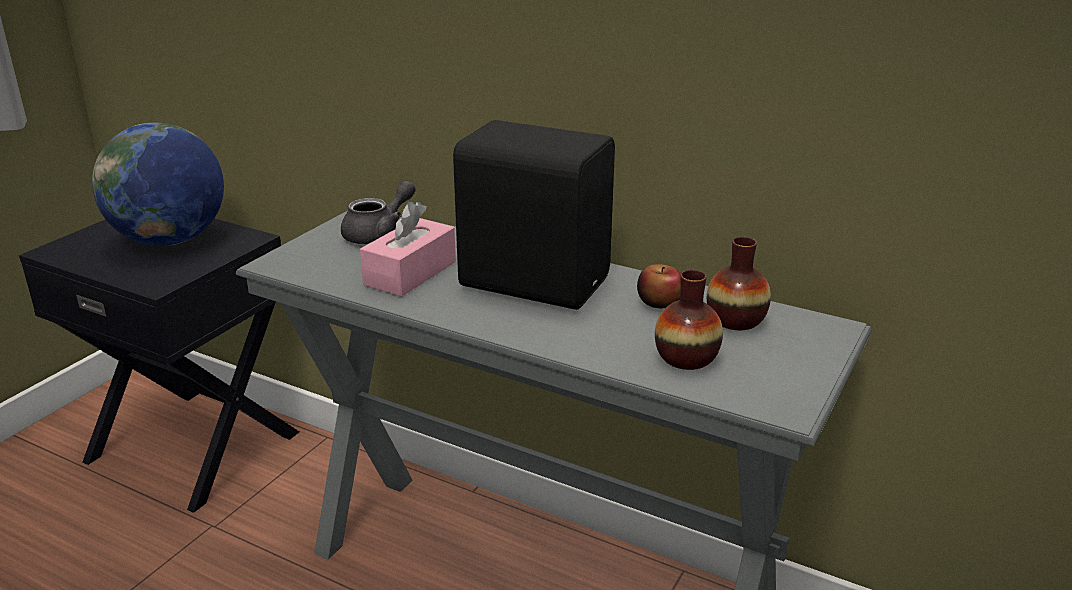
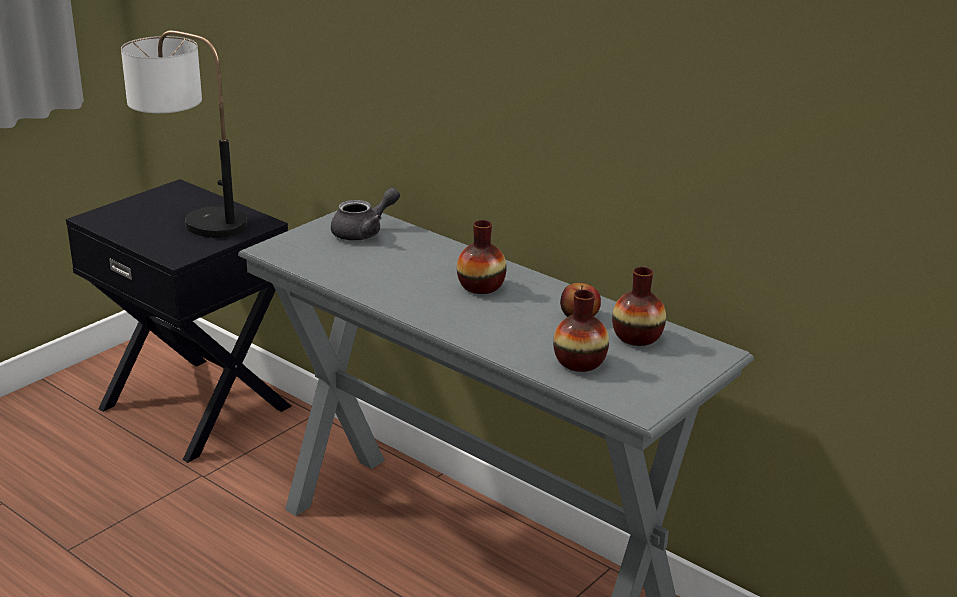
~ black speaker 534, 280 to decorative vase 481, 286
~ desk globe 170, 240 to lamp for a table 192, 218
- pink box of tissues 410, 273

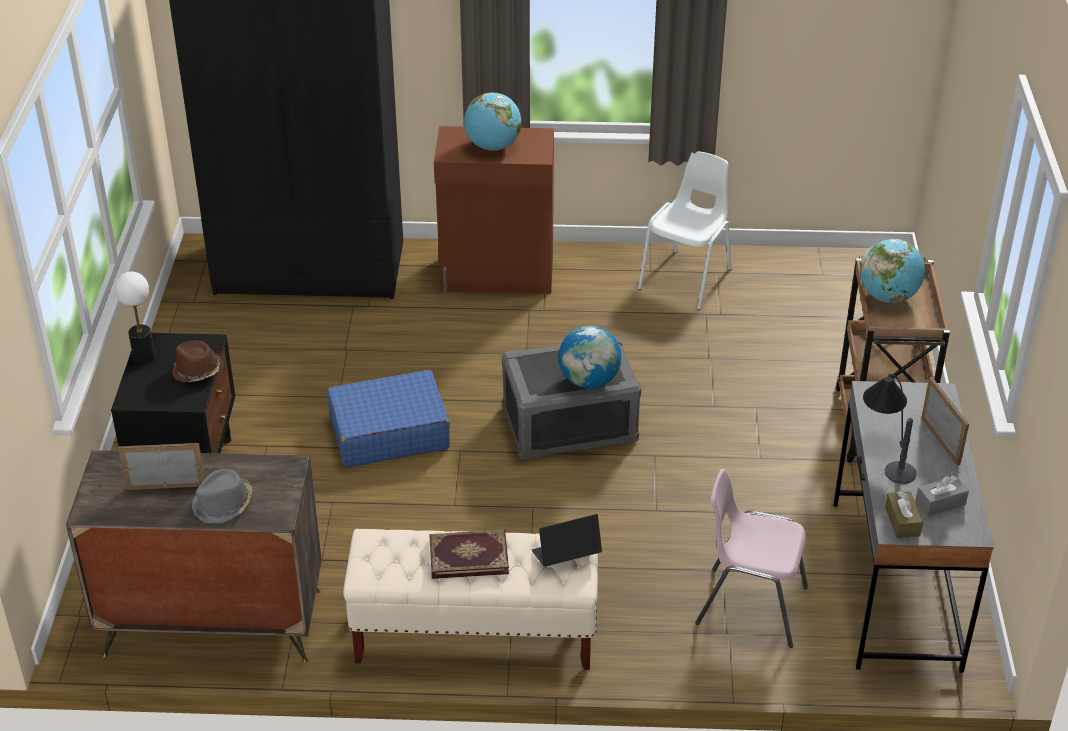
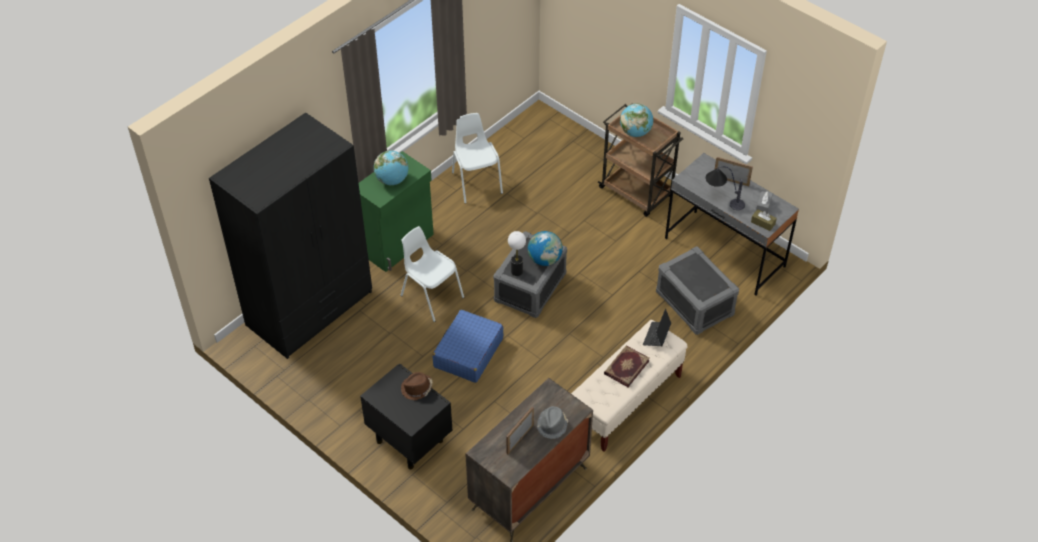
~ brown-coloured cabinet 497, 276 to green-coloured cabinet 398, 244
~ lamp for a table 144, 357 to 517, 271
~ pink chair 750, 605 to grey storage container 694, 303
+ white-coloured chair 431, 296

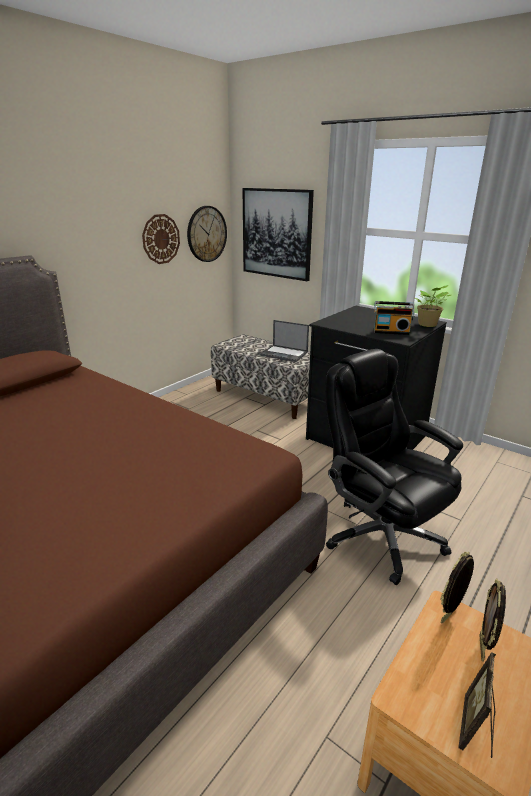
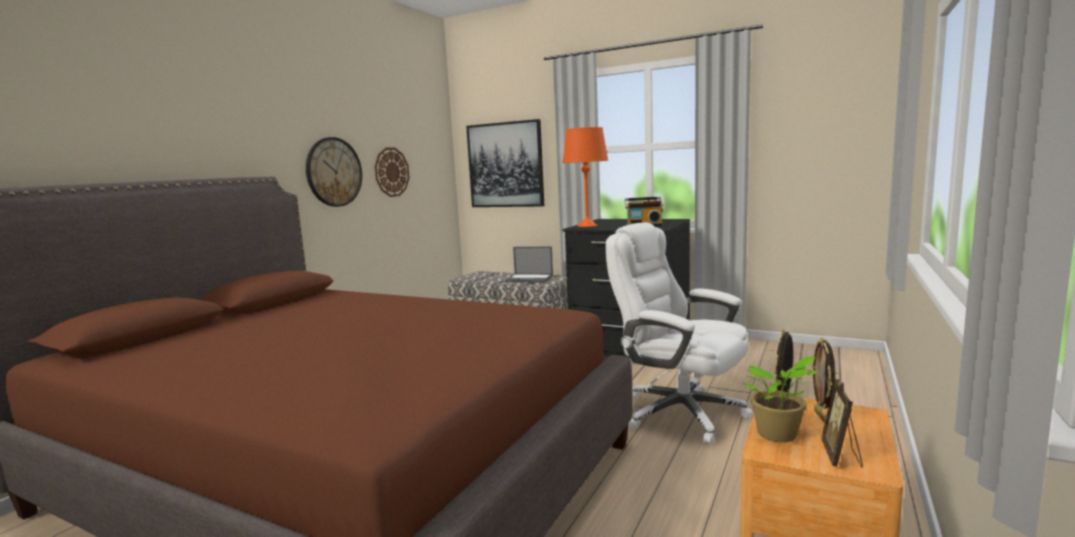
~ hanging clock 206, 234 to 334, 172
~ plant in a pot 427, 325 to 778, 435
~ black office chair 381, 535 to white-coloured office chair 679, 413
+ orangey lamp for a table 587, 225

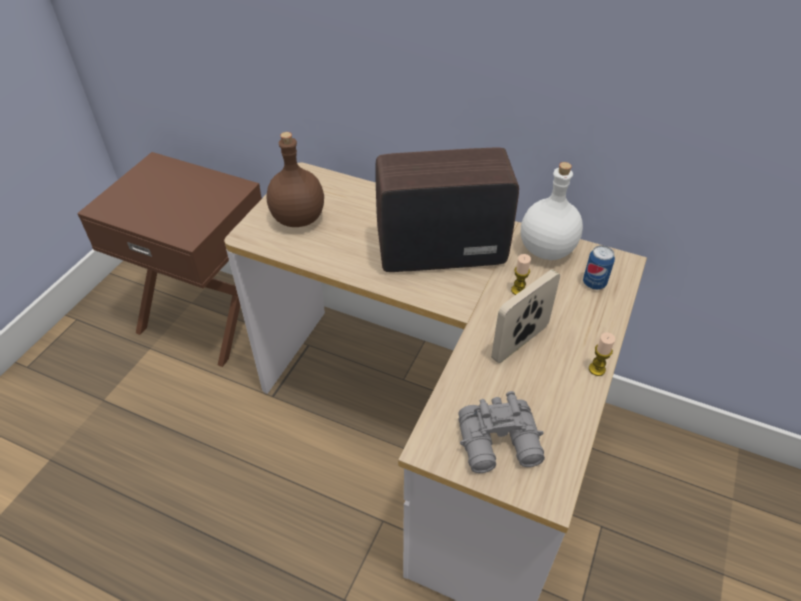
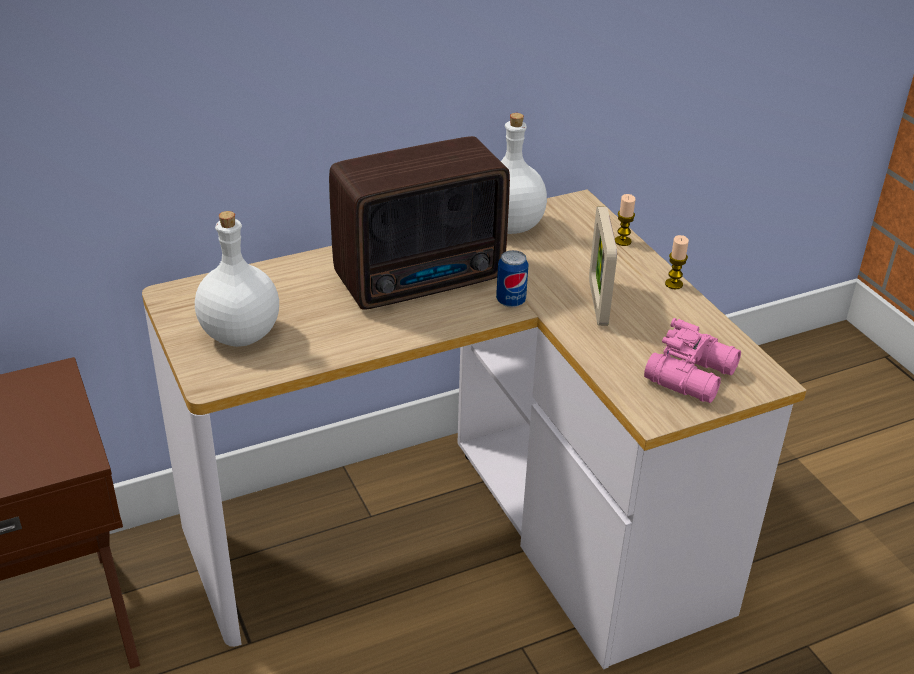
~ brown-coloured drink bottle 297, 218 to white-coloured drink bottle 239, 335
~ radio 437, 250 = 424, 280 150 degrees counterclockwise
~ metal can 594, 283 to 510, 301
~ candle 518, 290 to 622, 241
~ grey binoculars 501, 444 to pink binoculars 693, 375

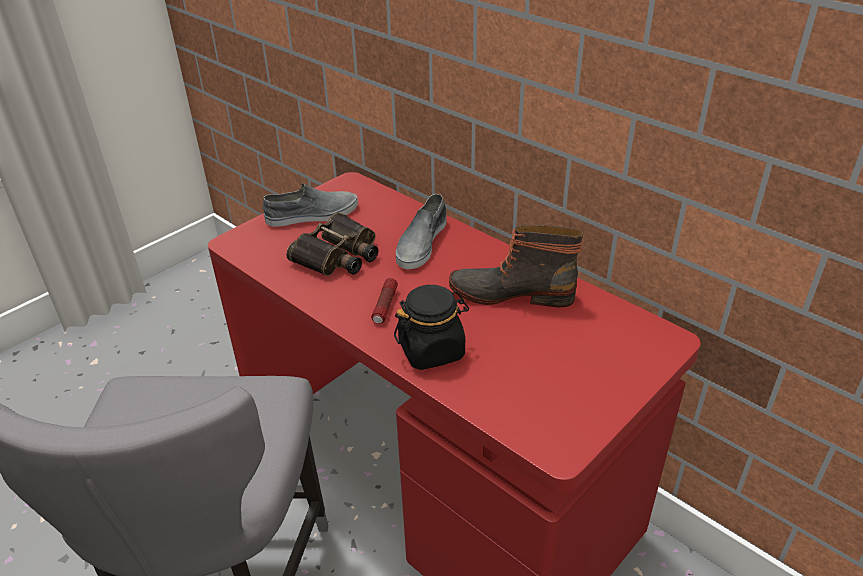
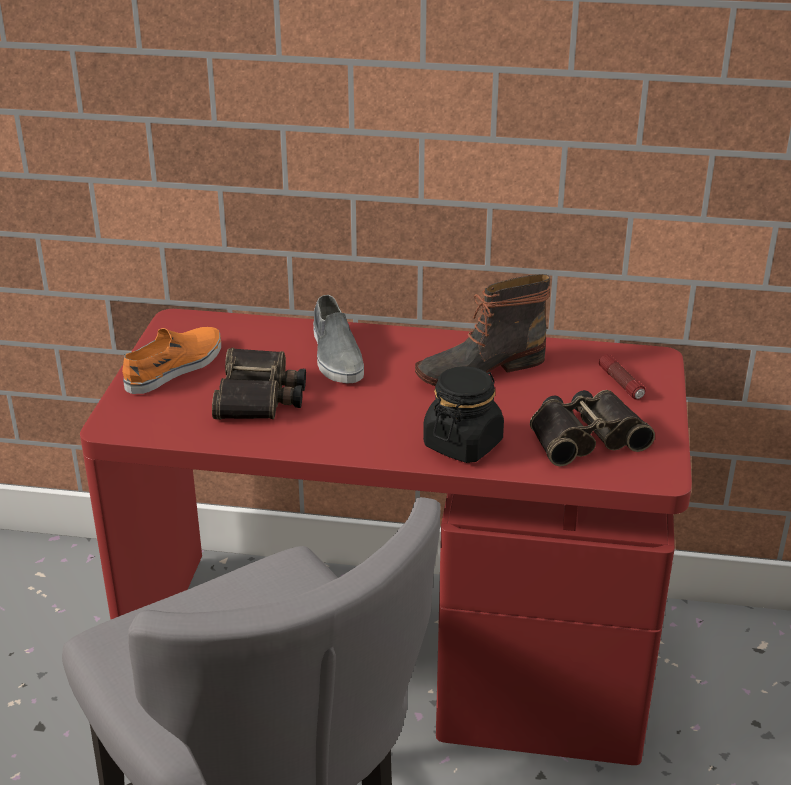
~ grey shoe 312, 215 to orangey shoe 176, 367
~ torch 385, 306 to 621, 384
+ binoculars 584, 436

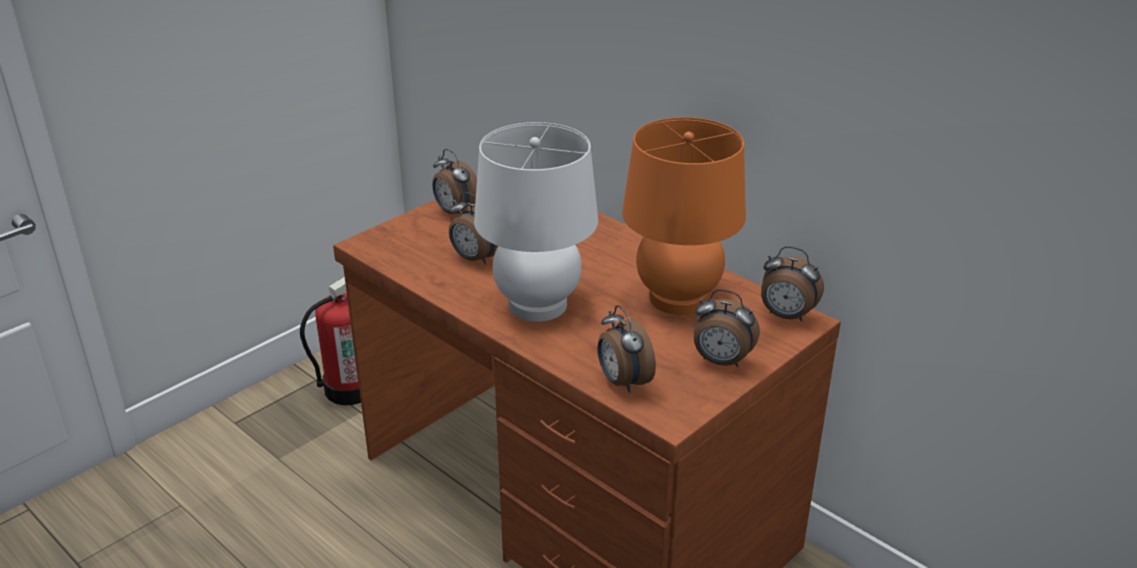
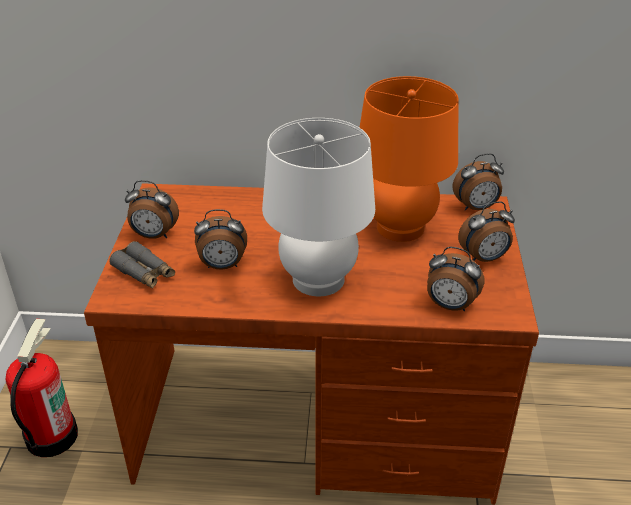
+ grey binoculars 144, 273

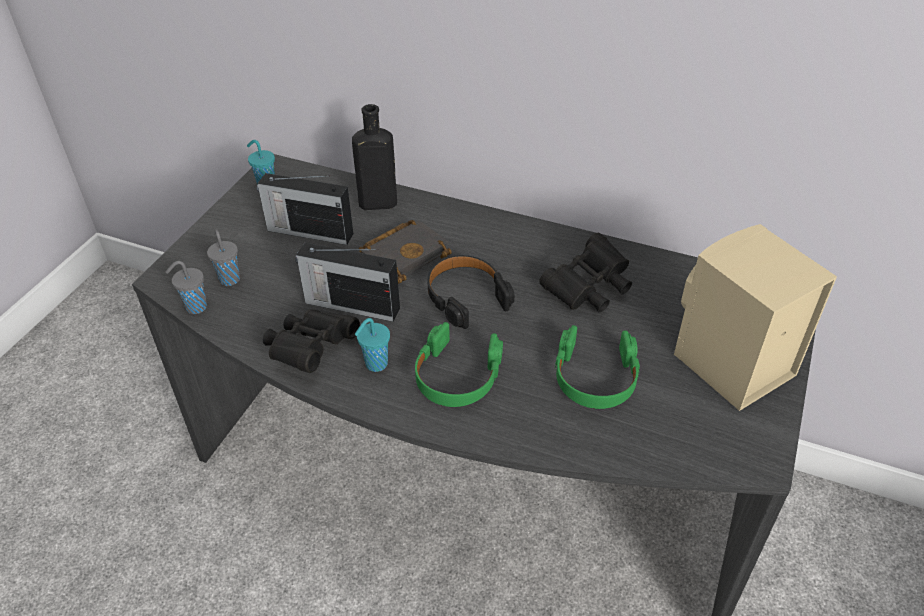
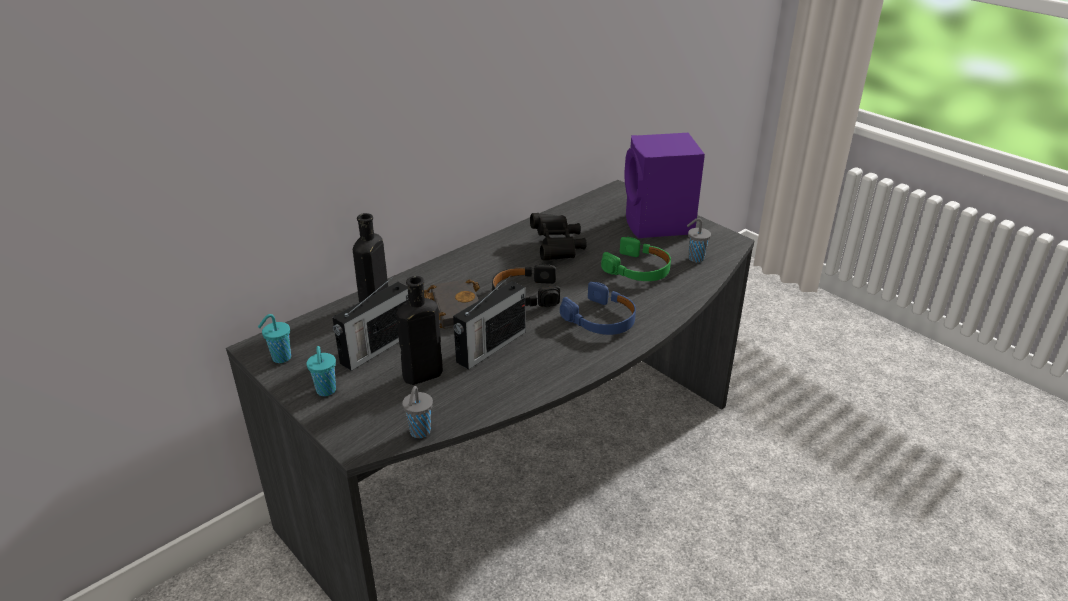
~ beige speaker 729, 366 to purple speaker 659, 225
~ grey small cup 229, 278 to 695, 258
- black binoculars 310, 350
~ turquoise small cup 375, 364 to 326, 391
~ green-coloured headphones 456, 376 to blue-coloured headphones 601, 319
+ black drink bottle 420, 375

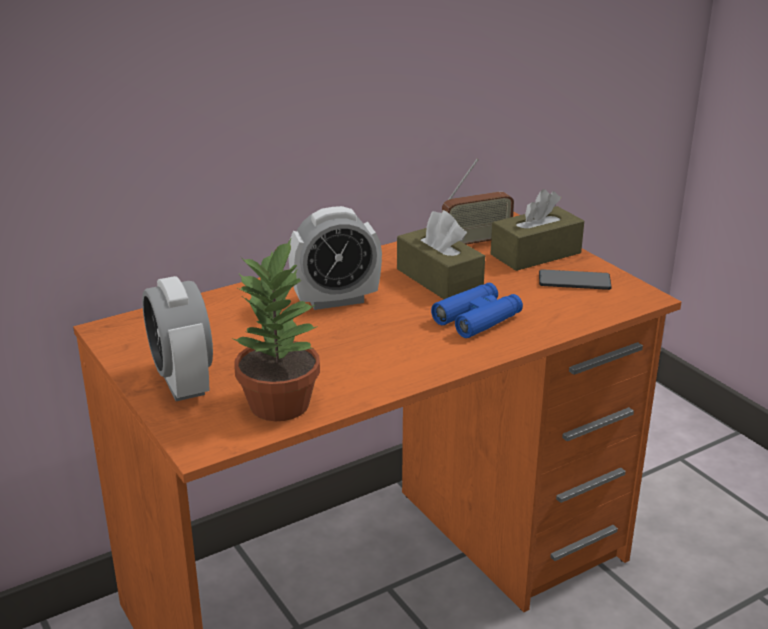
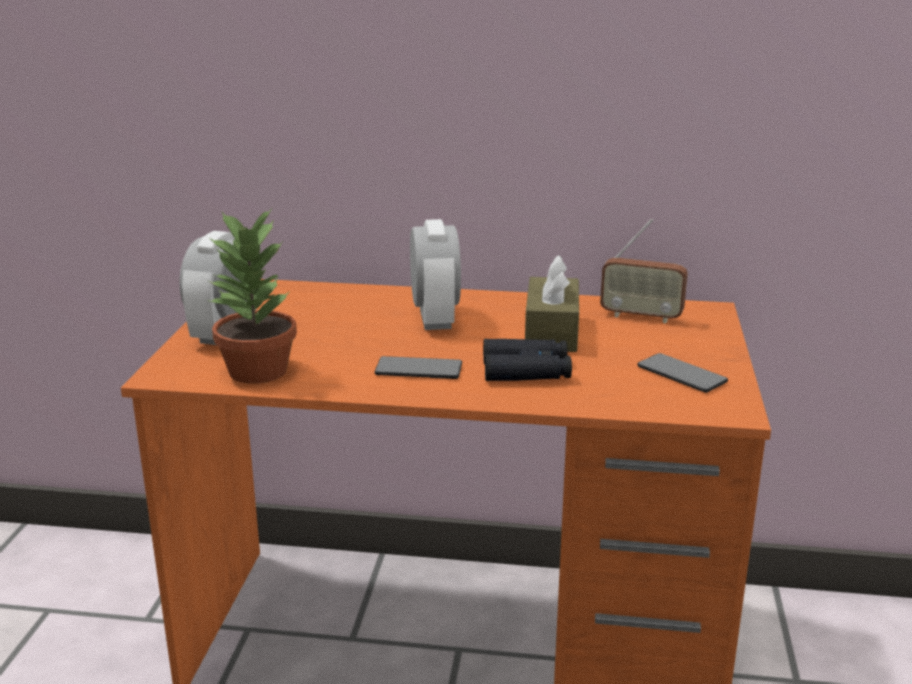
- brown-coloured box of tissues 535, 254
~ alarm clock 336, 300 = 435, 319 120 degrees counterclockwise
~ blue-coloured binoculars 477, 319 to black binoculars 526, 371
+ phone 418, 370

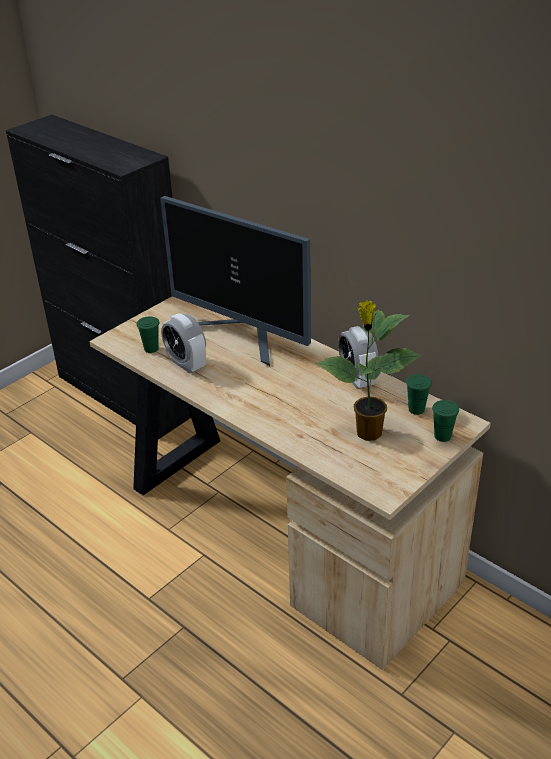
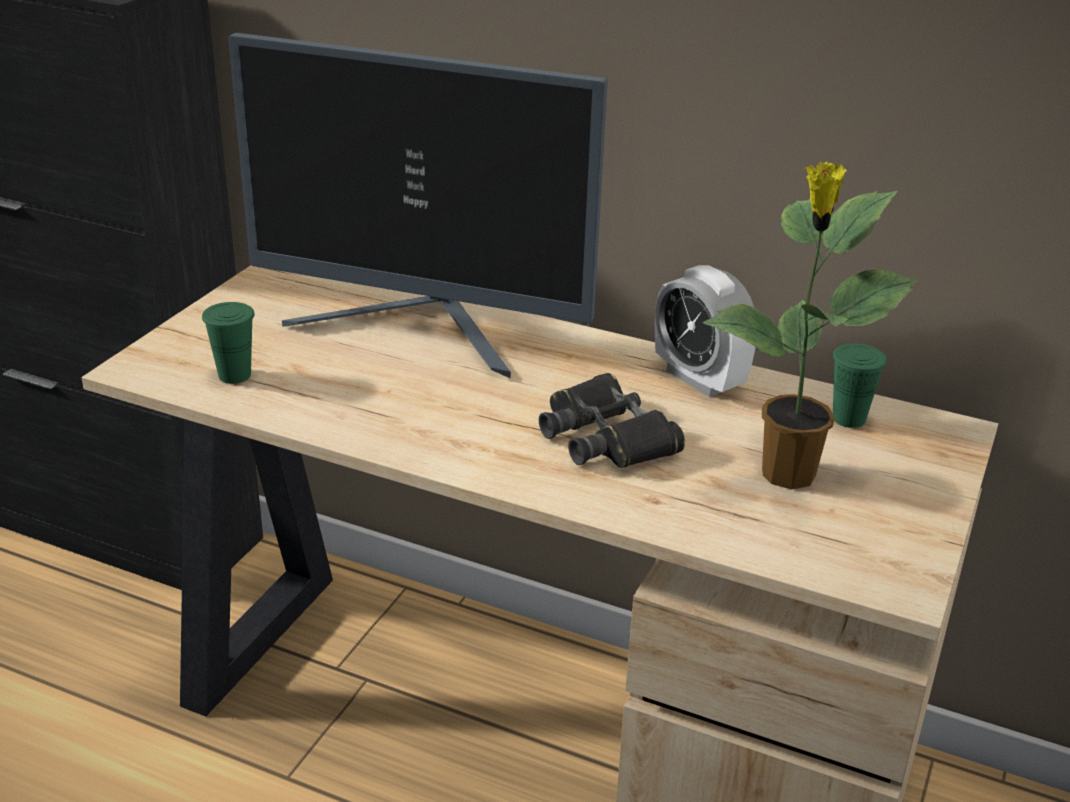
- alarm clock 186, 364
- green-coloured small cup 442, 436
+ black binoculars 606, 436

